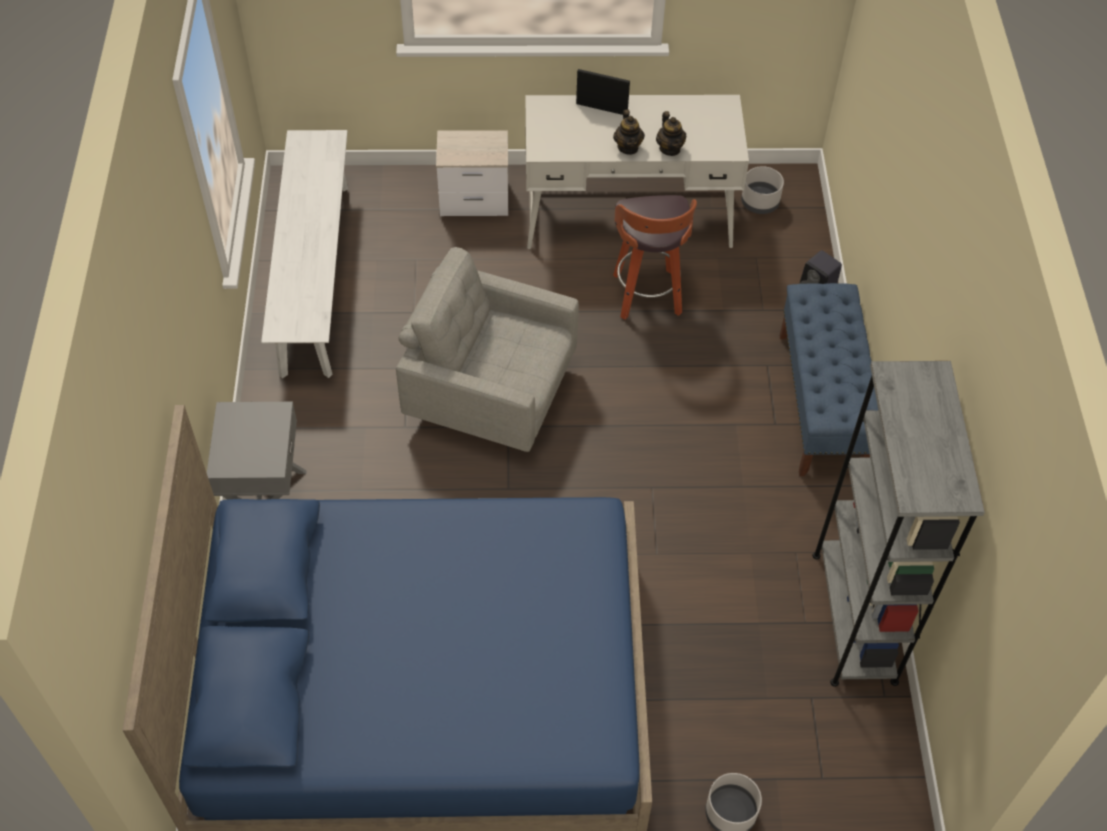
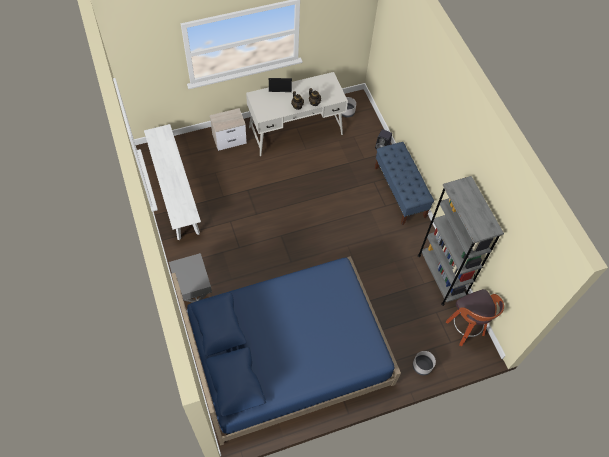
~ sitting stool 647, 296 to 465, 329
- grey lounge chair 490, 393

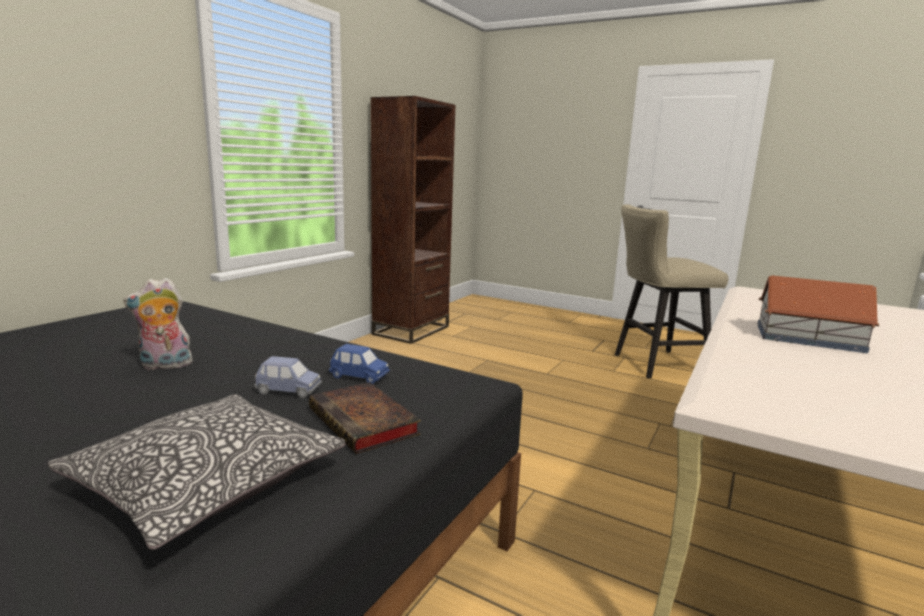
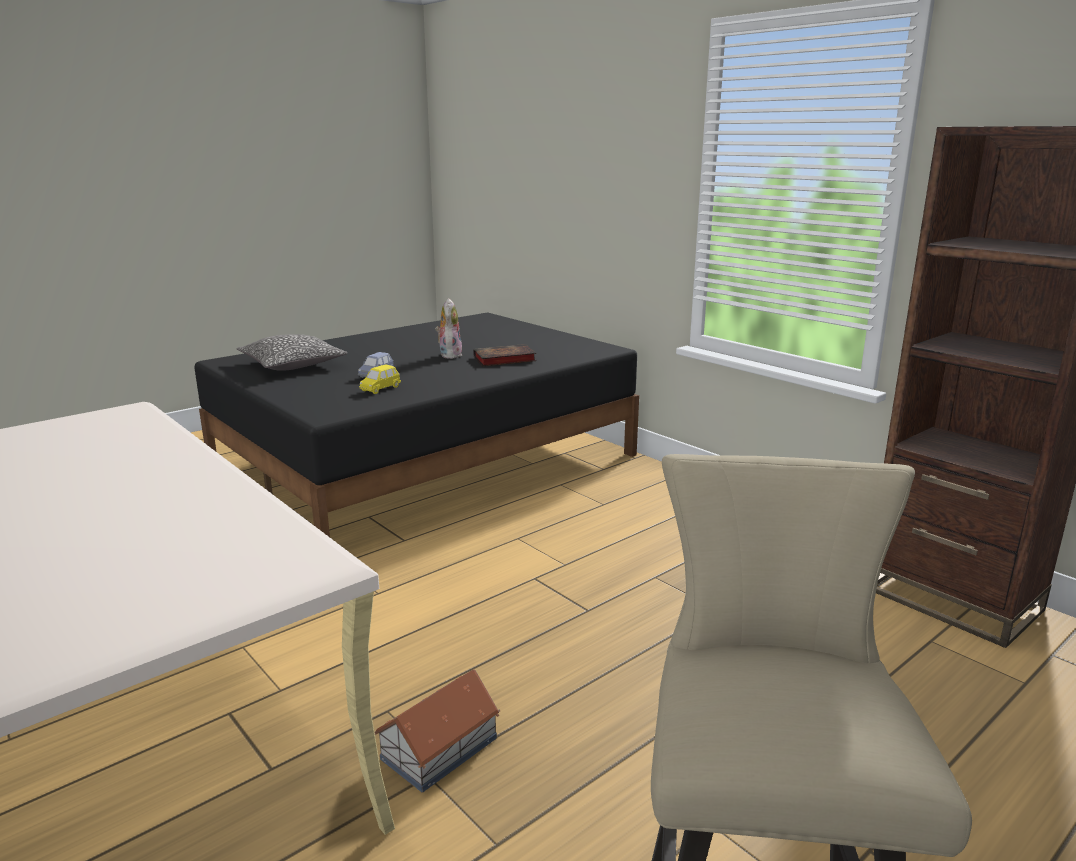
~ toy house 809, 338 to 438, 748
~ blue-coloured miniature car 359, 376 to yellow miniature car 380, 389
~ bound book 365, 423 to 503, 359

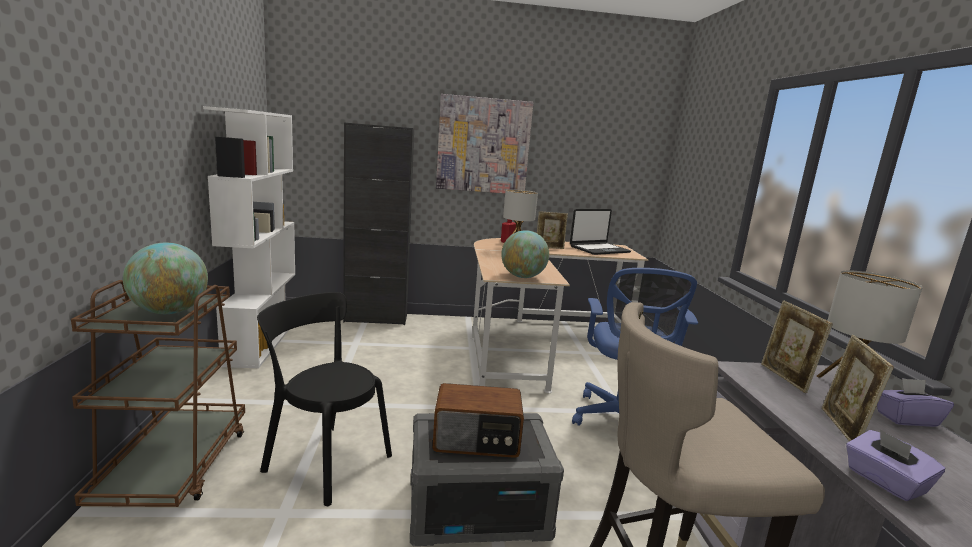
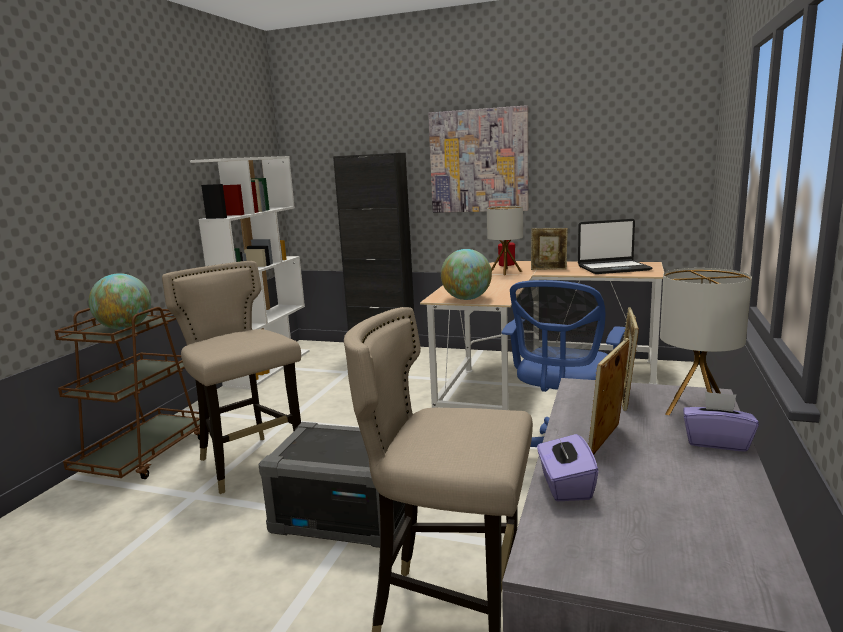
~ black chair 324, 460 to beige sitting stool 250, 463
- radio 477, 440

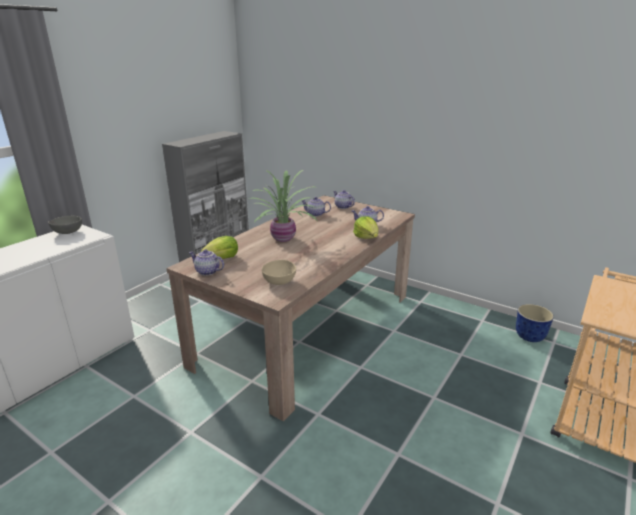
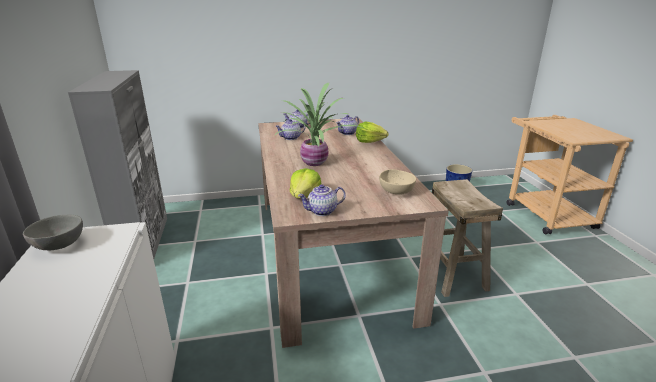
+ beige sitting stool 453, 274

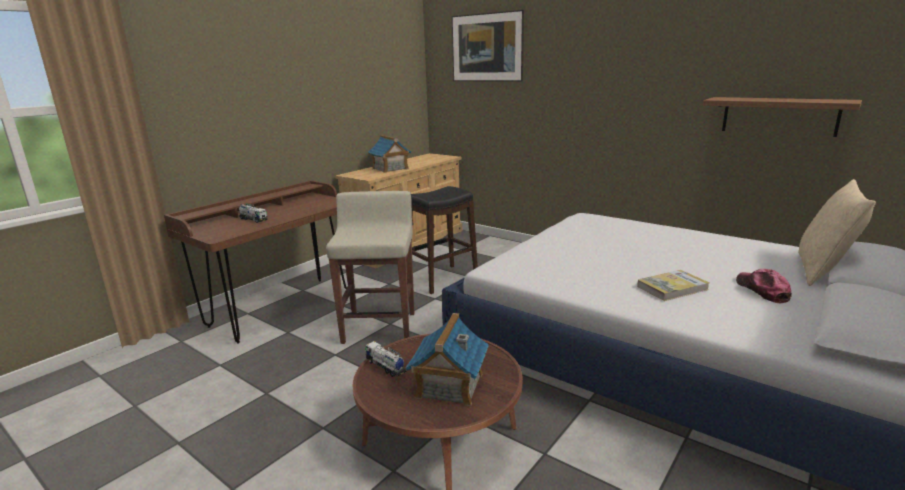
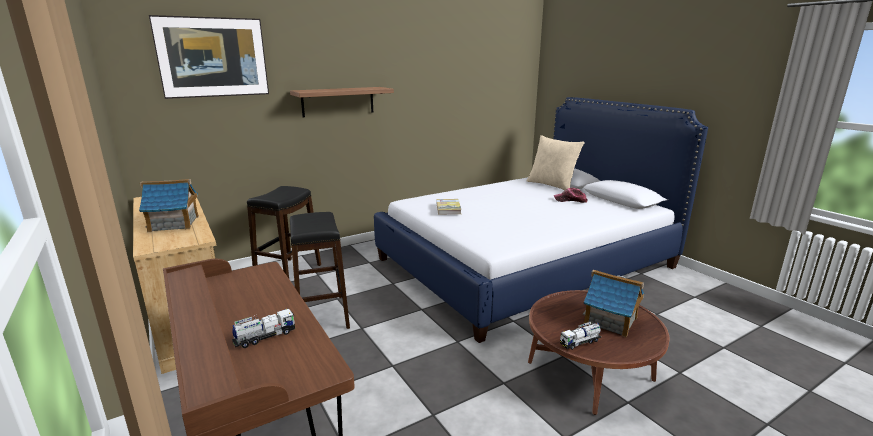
~ bracket shelf 779, 116 to 338, 101
- beige sitting stool 380, 327
~ bound book 672, 288 to 448, 208
+ black sitting stool 288, 272

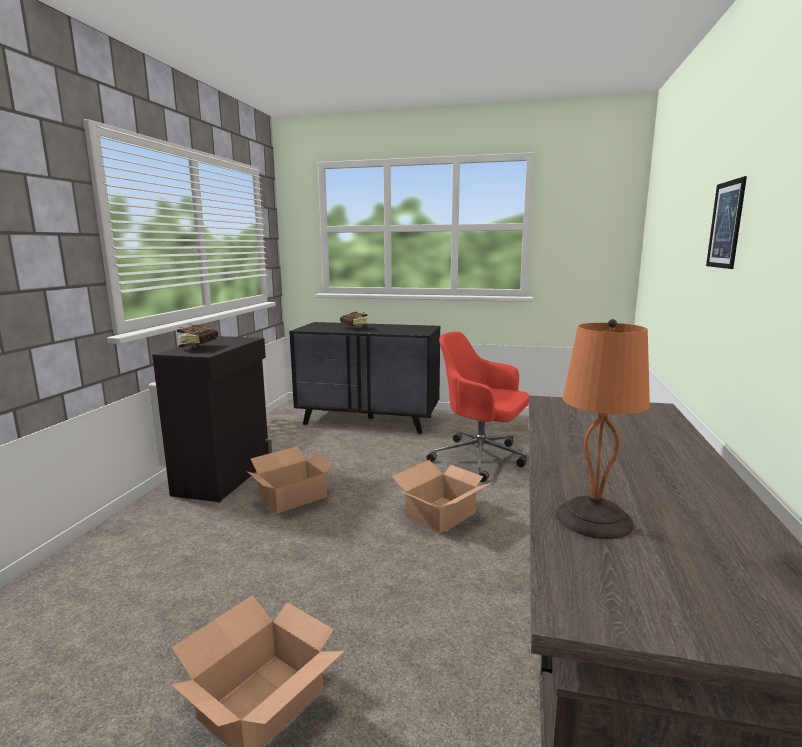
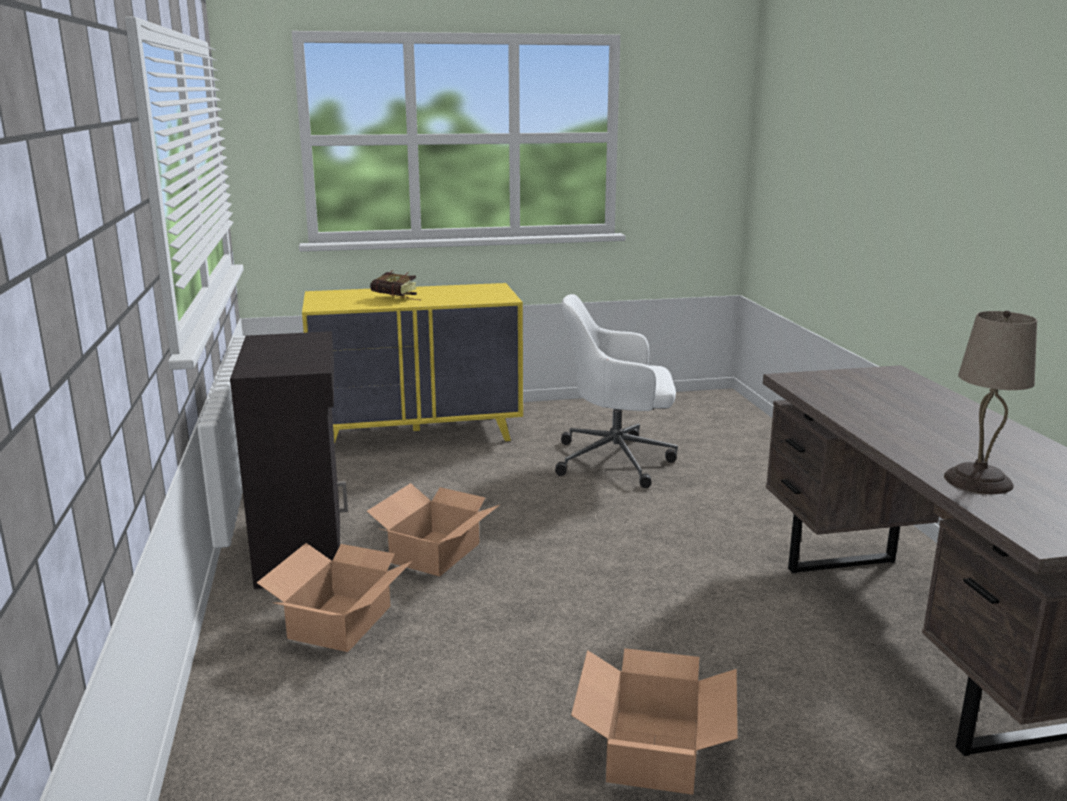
- wall art 726, 224
~ orangey lamp for a table 595, 519 to beige lamp for a table 979, 481
~ black dresser 369, 420 to yellow dresser 418, 433
- bound book 201, 347
~ reddish office chair 481, 458 to white-coloured office chair 617, 460
~ packing box 442, 514 to 342, 622

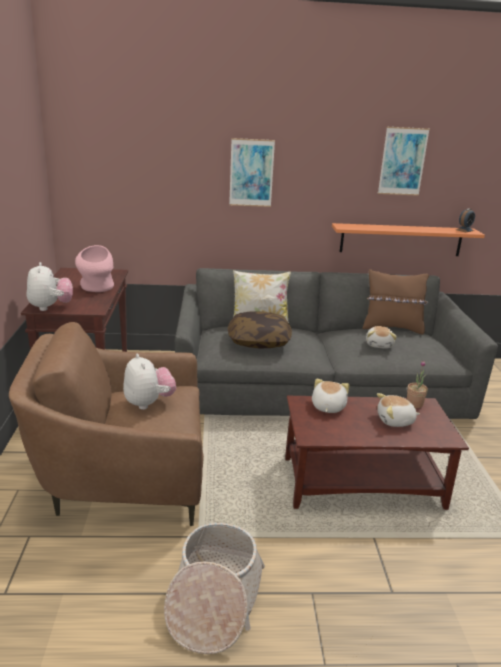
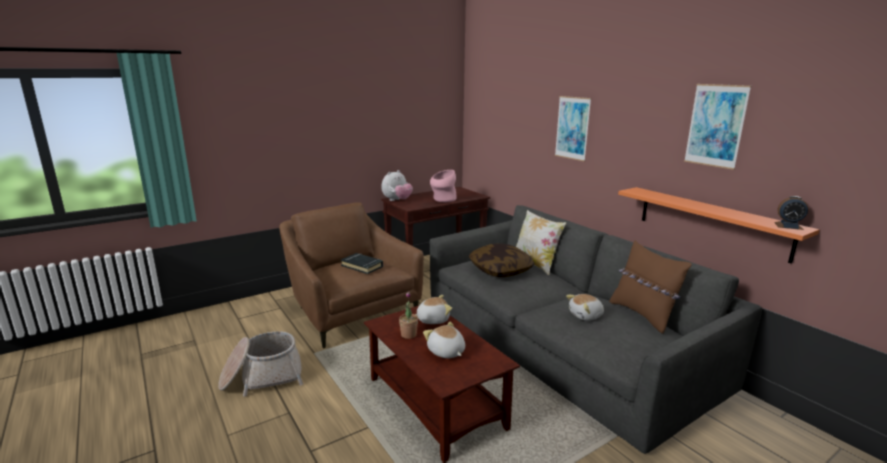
~ cuddly toy 149, 403 to black bound book 362, 266
~ plant in a pot 414, 404 to 408, 335

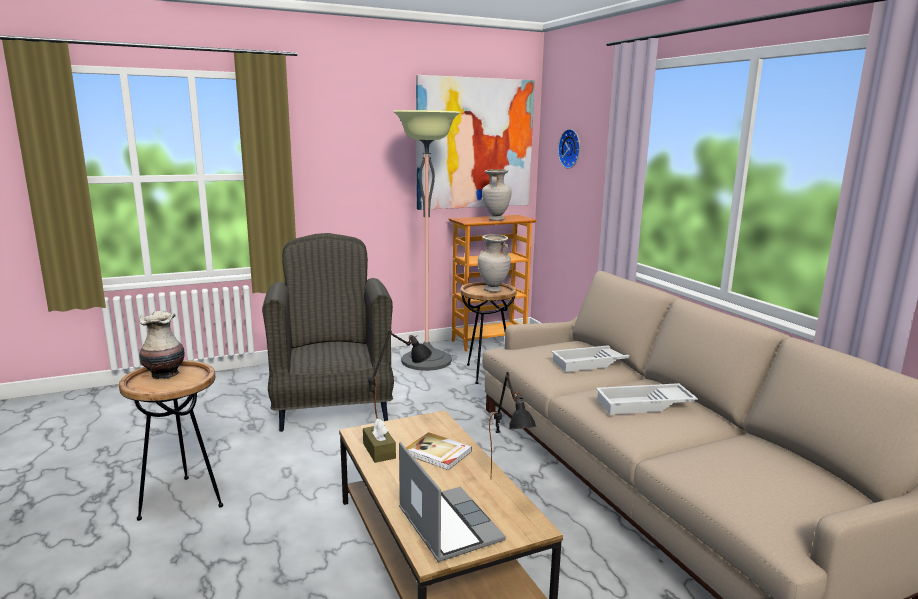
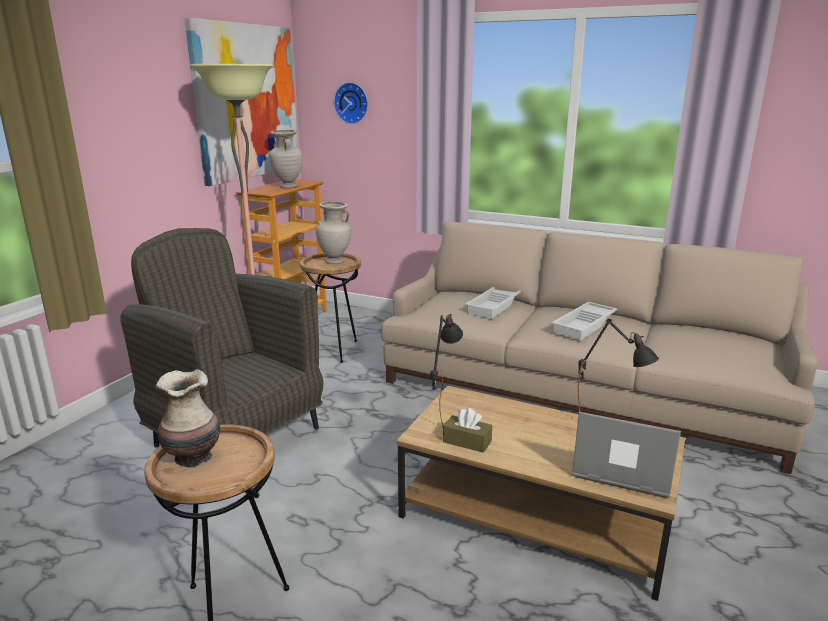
- bound book 438, 453

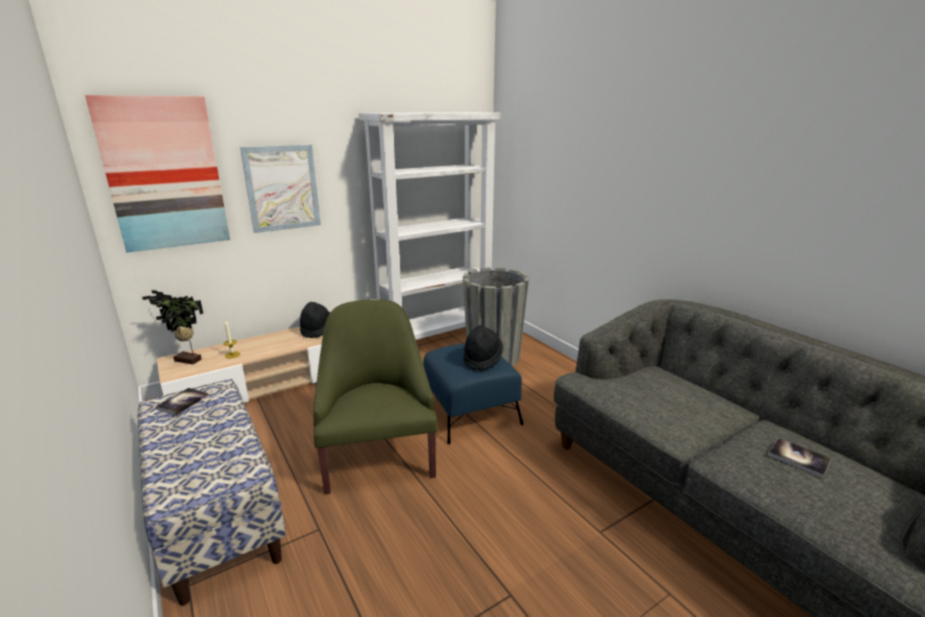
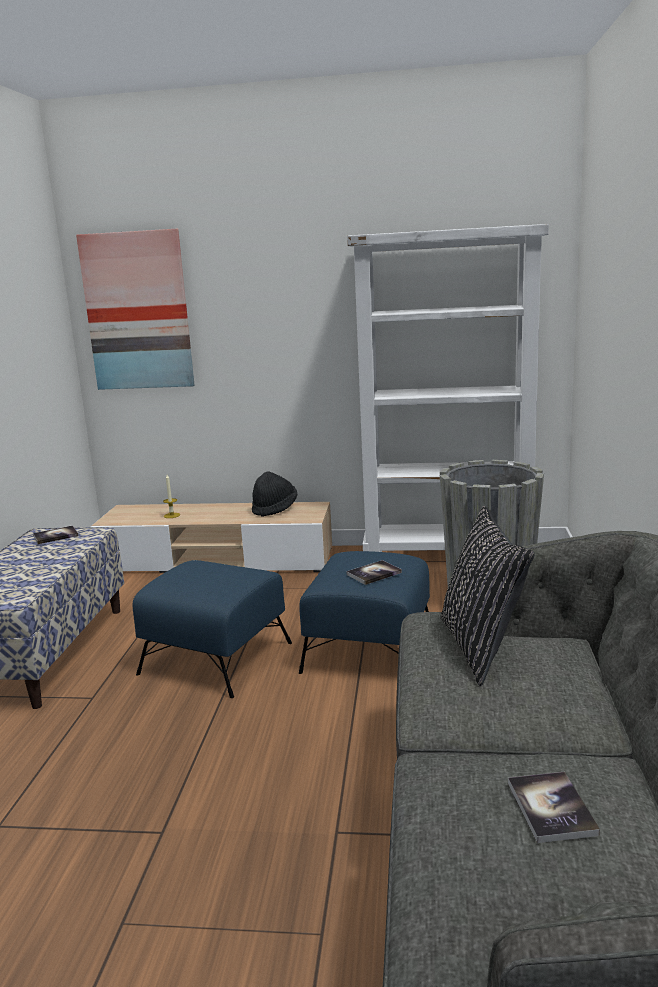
- wall art 282, 188
- plant in a pot 187, 361
~ green-coloured lounge chair 378, 456 to blue-coloured ottoman 216, 658
~ black hat 482, 359 to bound book 374, 573
+ black cushion 481, 647

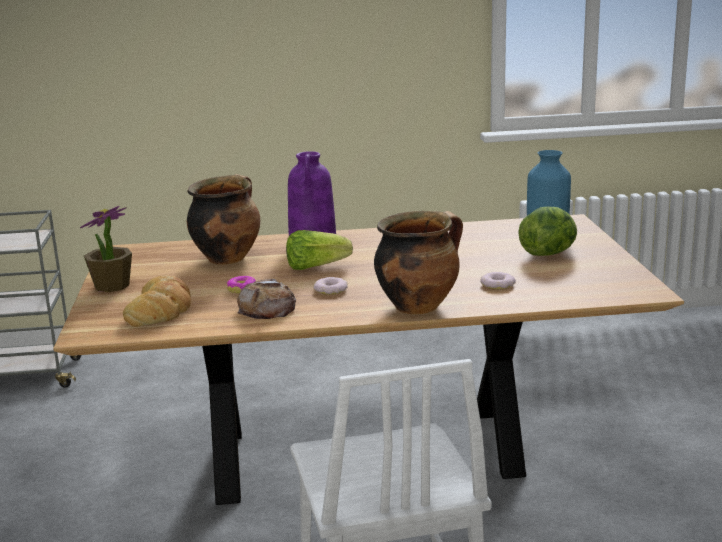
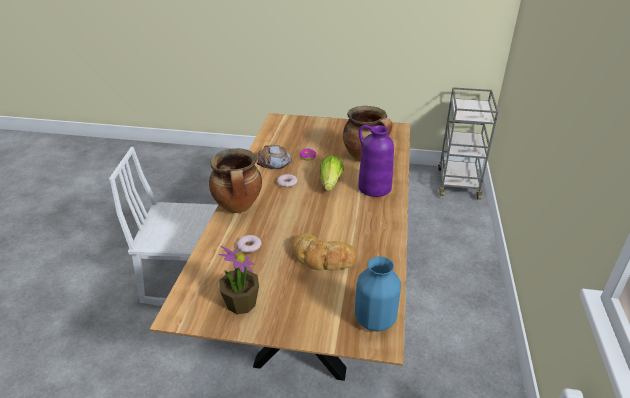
~ plant in a pot 111, 286 to 241, 303
- lettuce head 549, 253
~ bread 161, 309 to 322, 257

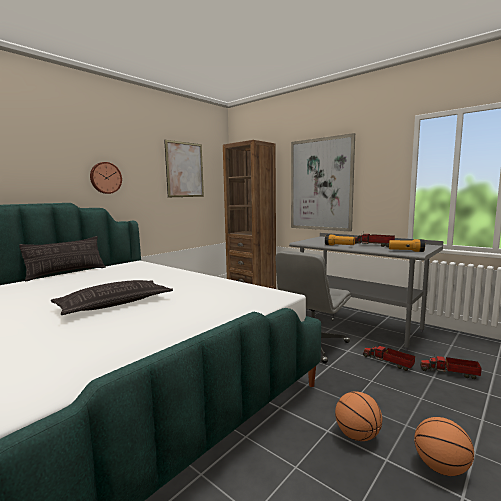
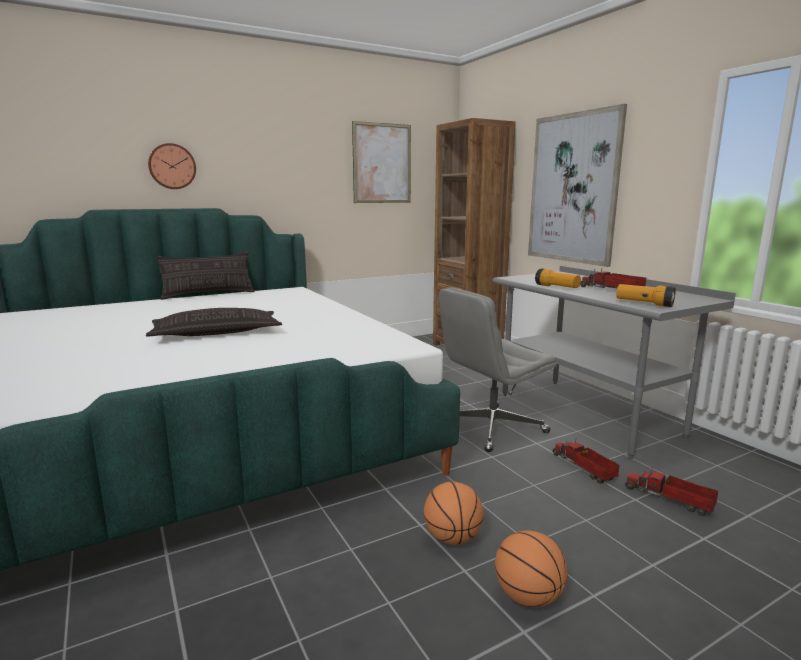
~ hanging clock 105, 178 to 172, 166

